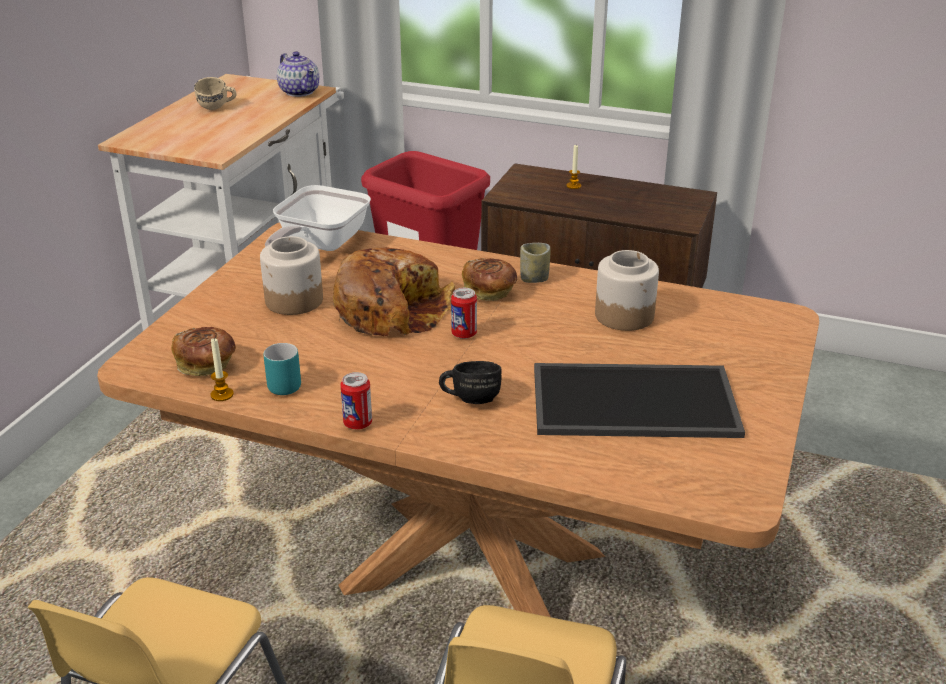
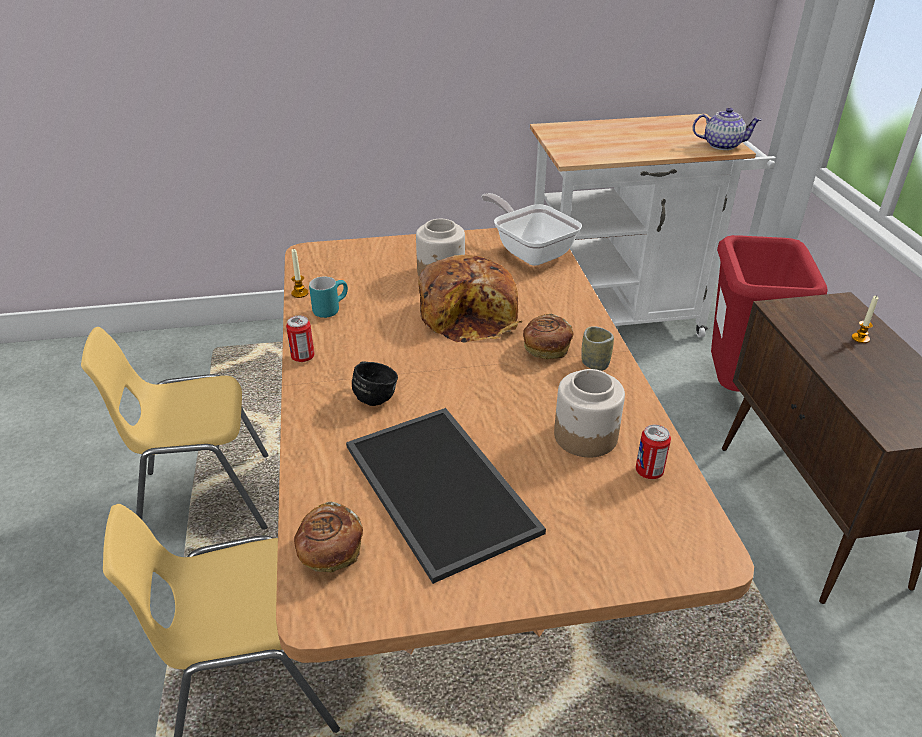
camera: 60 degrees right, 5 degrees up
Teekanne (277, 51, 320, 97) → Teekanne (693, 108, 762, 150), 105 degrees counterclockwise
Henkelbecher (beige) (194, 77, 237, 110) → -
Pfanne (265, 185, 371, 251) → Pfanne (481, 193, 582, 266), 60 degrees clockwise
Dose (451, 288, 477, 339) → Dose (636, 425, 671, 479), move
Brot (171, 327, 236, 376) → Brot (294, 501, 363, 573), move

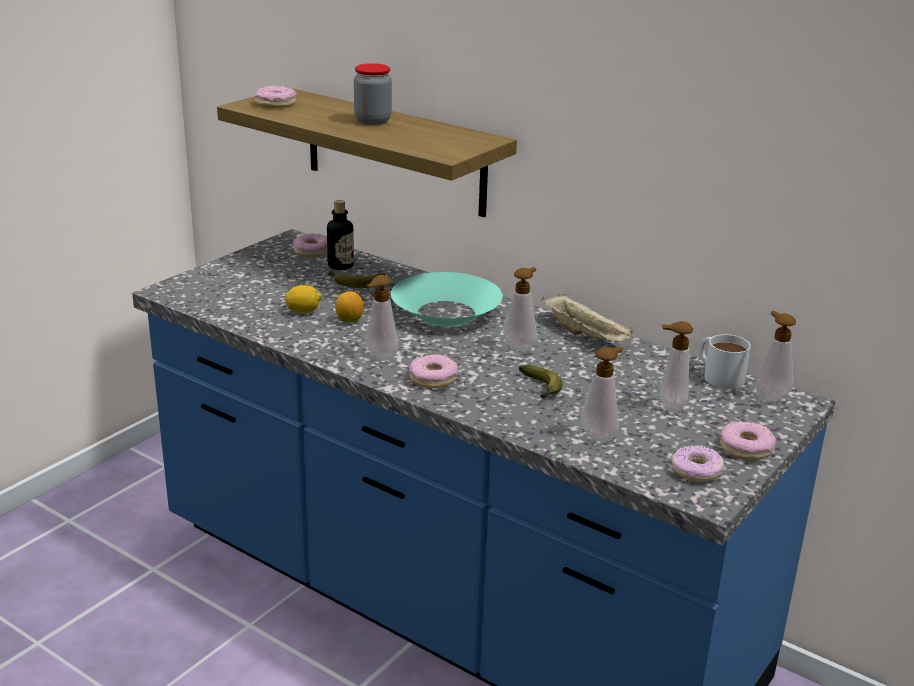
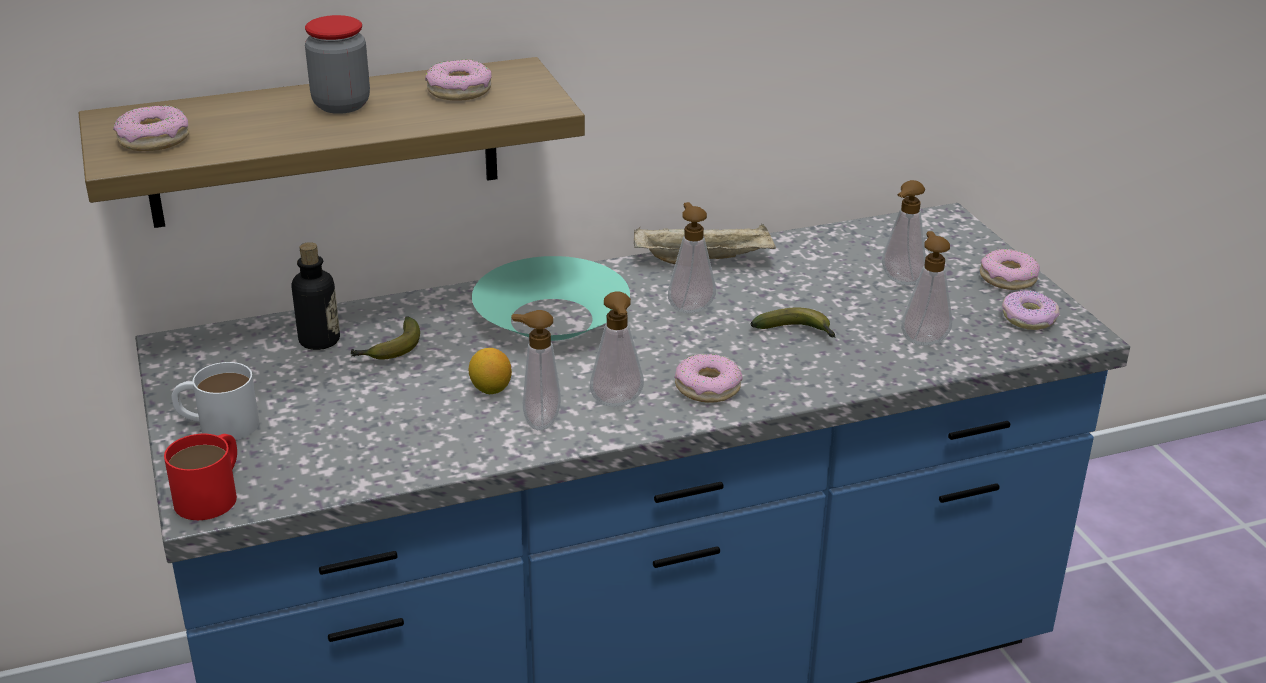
camera: 55 degrees left, 5 degrees up
Donut (293, 233, 327, 258) → Donut (425, 59, 491, 101), move
Zitrone (285, 285, 322, 313) → -
Seifenspender (755, 311, 796, 402) → Seifenspender (511, 310, 561, 430), move
Henkelbecher (weiß) (699, 334, 751, 389) → Henkelbecher (weiß) (171, 362, 259, 440), move
- → Henkelbecher (rot) (164, 434, 237, 520)

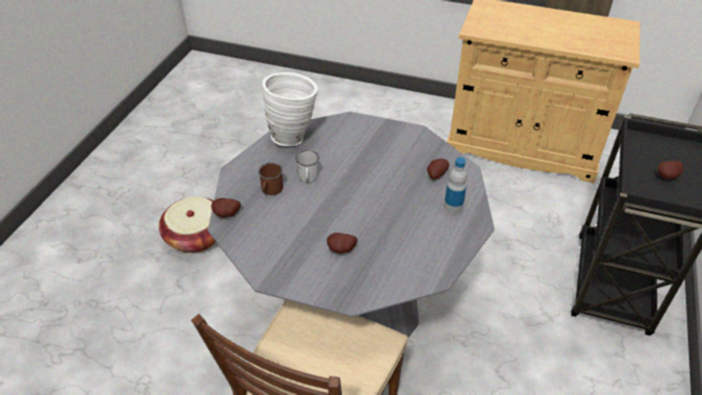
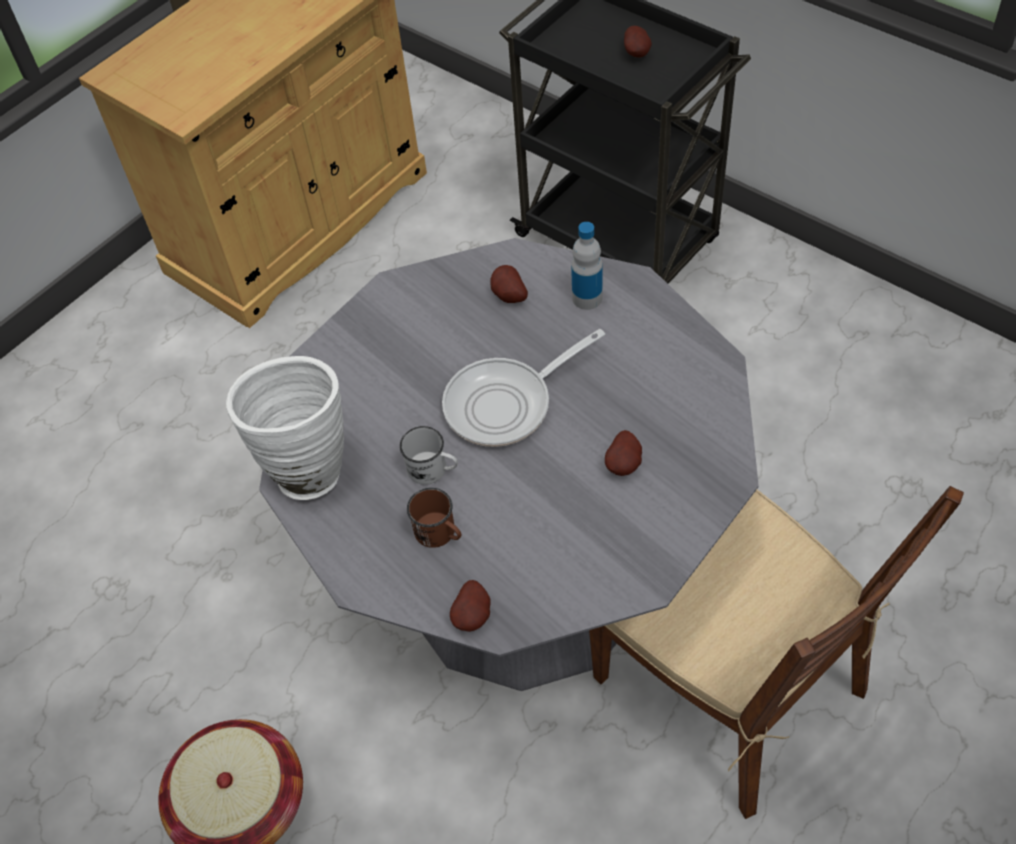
camera: 65 degrees left, 10 degrees up
- → Pfanne (442, 329, 605, 447)

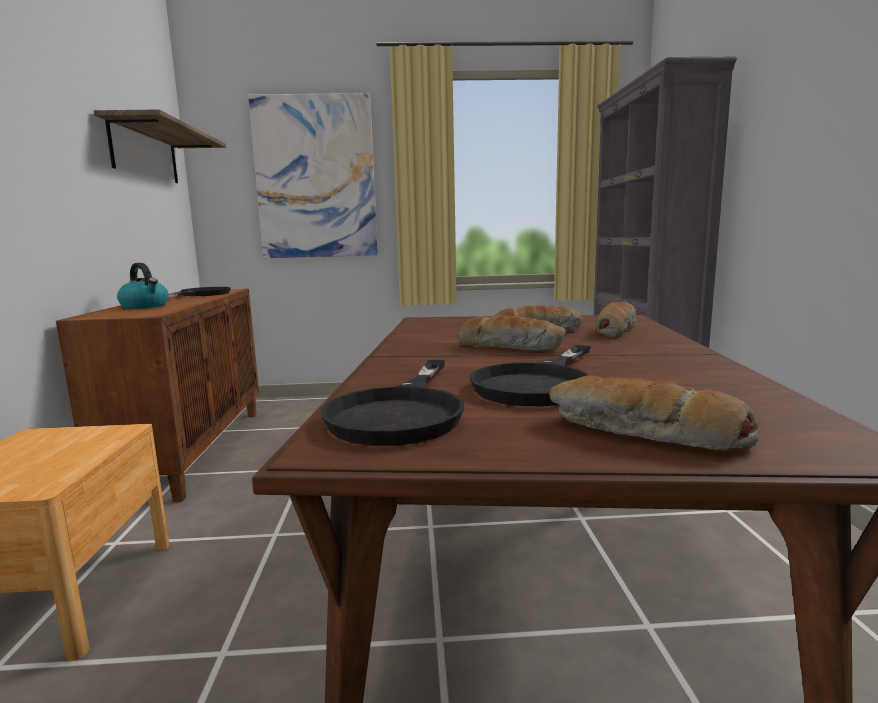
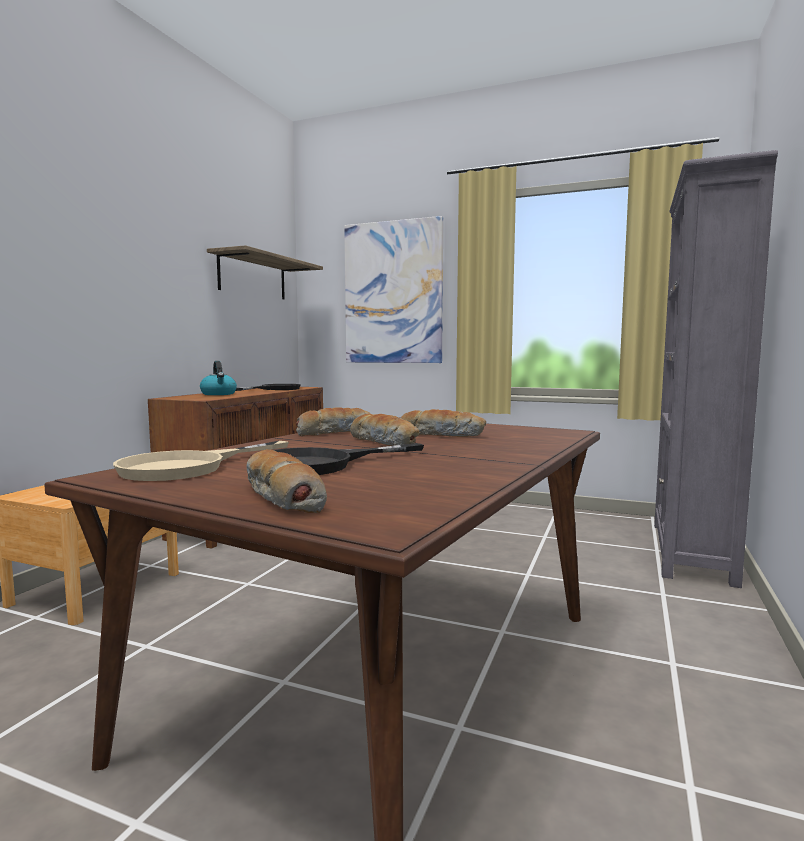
camera: 25 degrees right, 5 degrees down
Brot (596, 302, 637, 338) → Brot (296, 407, 371, 436), move
Pfanne (schwarz) (320, 360, 464, 446) → Pfanne (beige) (113, 441, 289, 481)

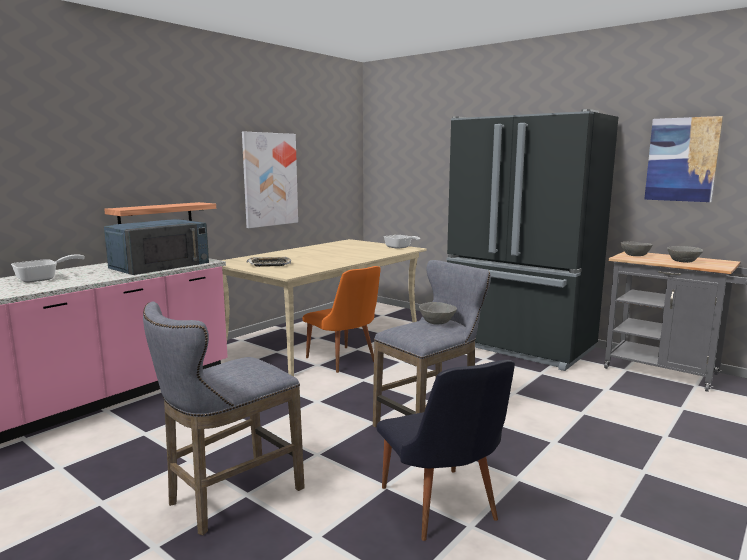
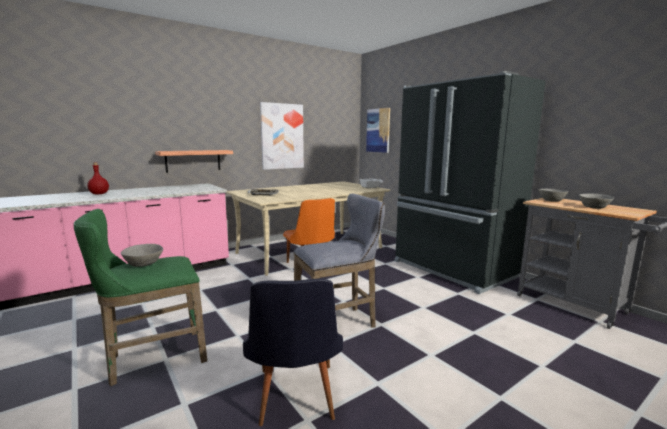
camera: 15 degrees right, 0 degrees up
Bild (644, 116, 723, 202) → Bild (366, 108, 390, 153), move
Mikrowelle (blau) (104, 219, 209, 275) → -
Pfanne (11, 254, 85, 283) → Flasche (rot) (87, 163, 109, 194)
Hocker (grau) (143, 302, 305, 535) → Hocker (grün) (73, 209, 207, 386)
Schüssel (grau) (419, 302, 457, 324) → Schüssel (grau) (121, 244, 163, 267), move

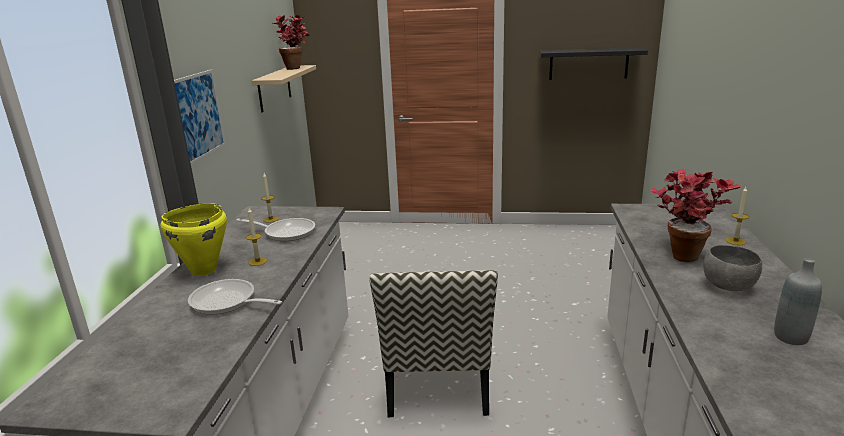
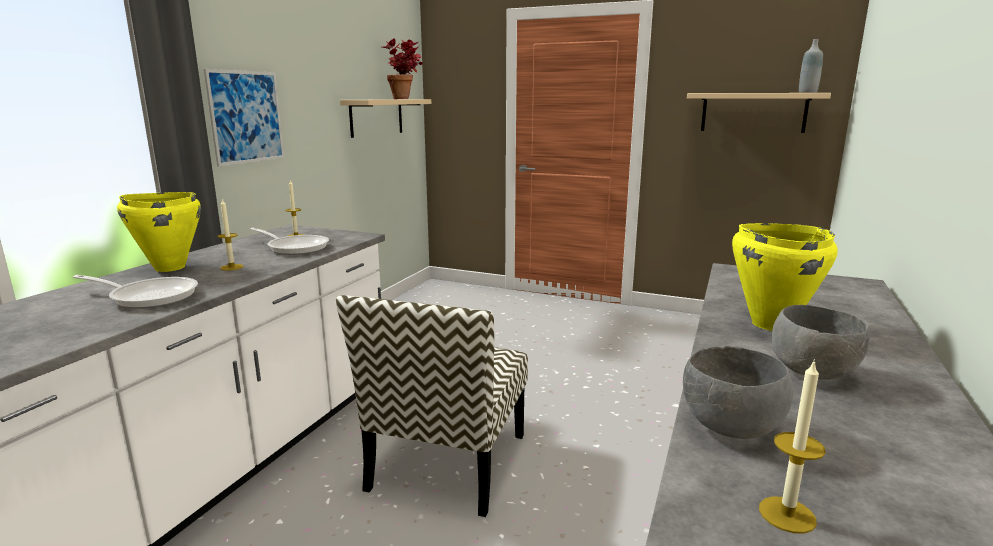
camera: 15 degrees right, 5 degrees down
Wandregal (schwarz) (539, 48, 648, 80) → Wandregal (beige) (687, 93, 831, 133)
Topfpflanze (650, 169, 741, 262) → Kochtopf (gelb) (732, 223, 838, 331)
Kerze (726, 187, 749, 245) → Kerze (759, 359, 826, 534), move
Flasche (grau) (774, 258, 822, 345) → Flasche (grau) (799, 39, 823, 93), move
Pfanne (188, 279, 283, 315) → Pfanne (73, 275, 198, 309), 150 degrees clockwise
- → Schüssel (grau) (683, 346, 793, 438)

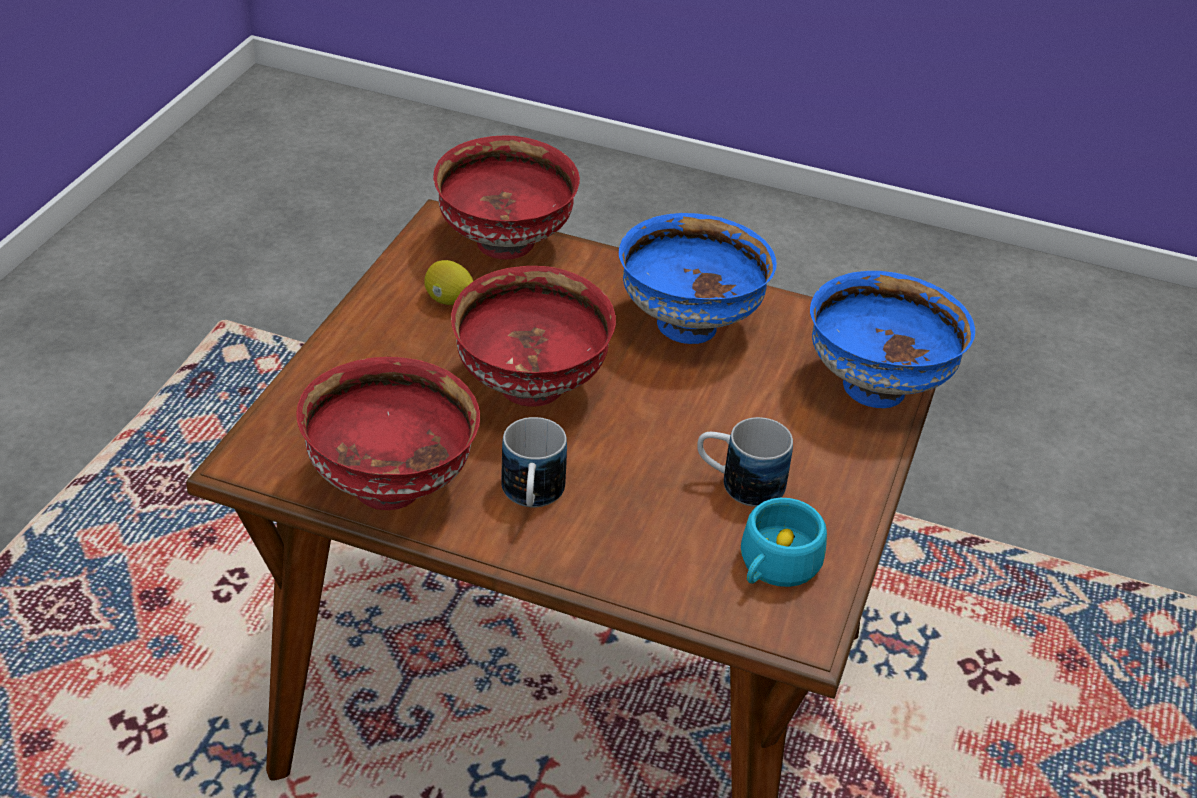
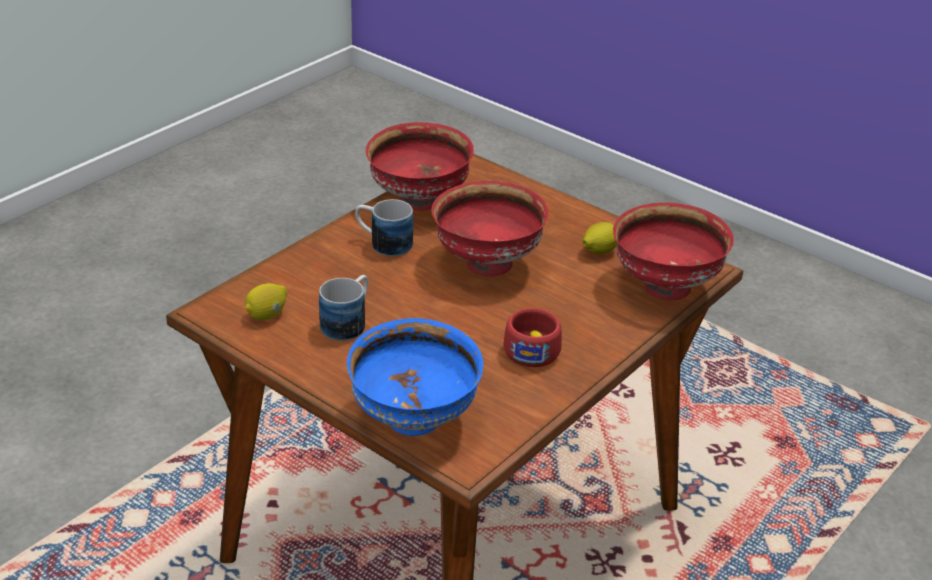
camera: 110 degrees right, 5 degrees down
Schüssel (blau) (619, 213, 777, 344) → Tasse (rot) (504, 308, 562, 367)
Tasse (türkis) (741, 498, 827, 587) → Zitrone (245, 283, 287, 320)

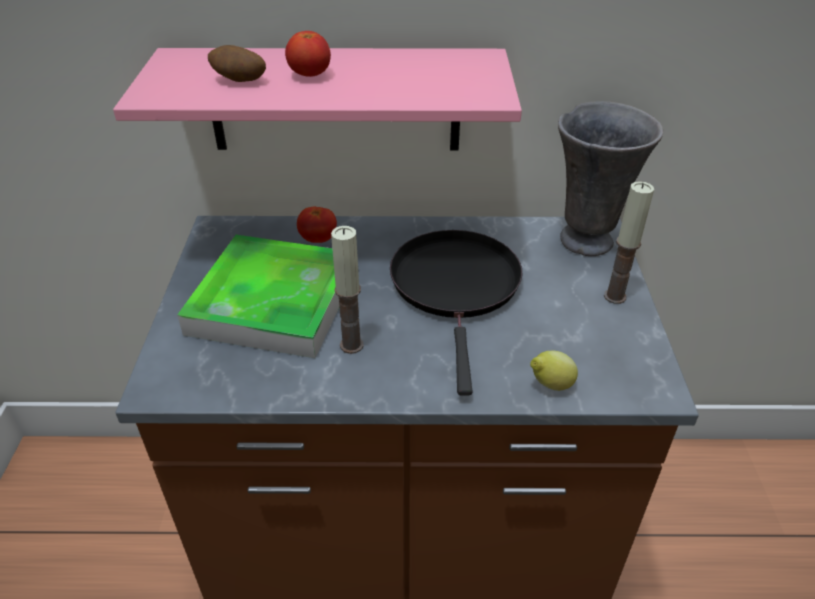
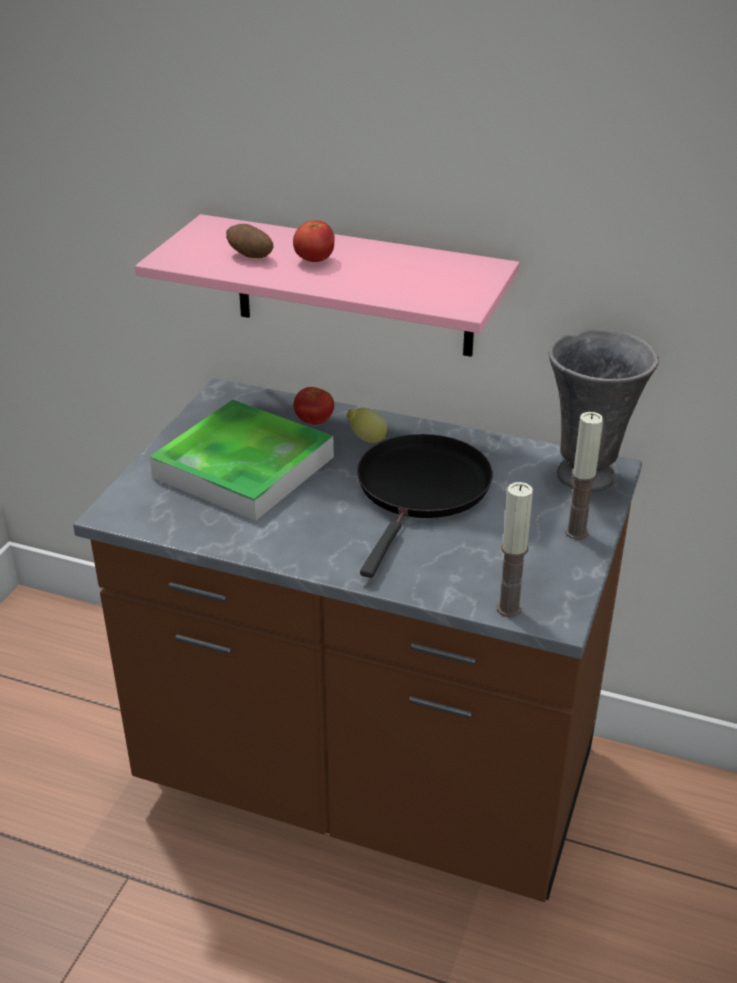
camera: 20 degrees right, 5 degrees down
Kerze (331, 226, 364, 354) → Kerze (497, 482, 533, 617), move
Zitrone (530, 351, 578, 391) → Zitrone (347, 408, 387, 443), move

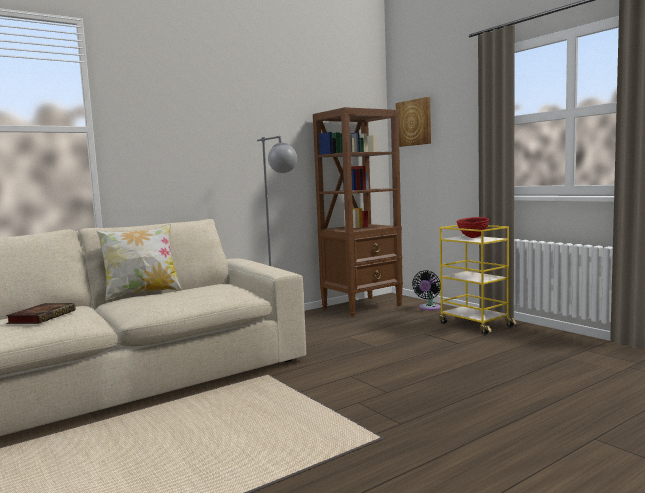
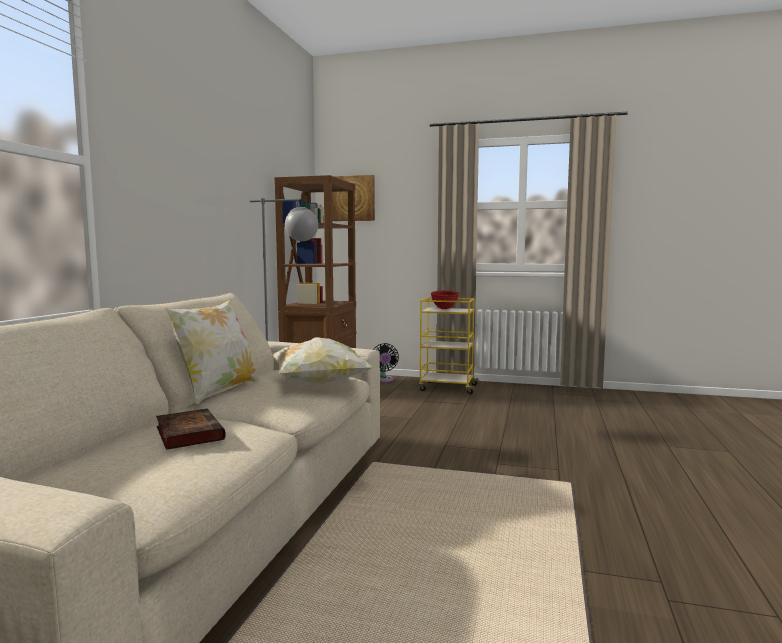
camera: 40 degrees left, 0 degrees up
- → Kissen (270, 337, 374, 384)

